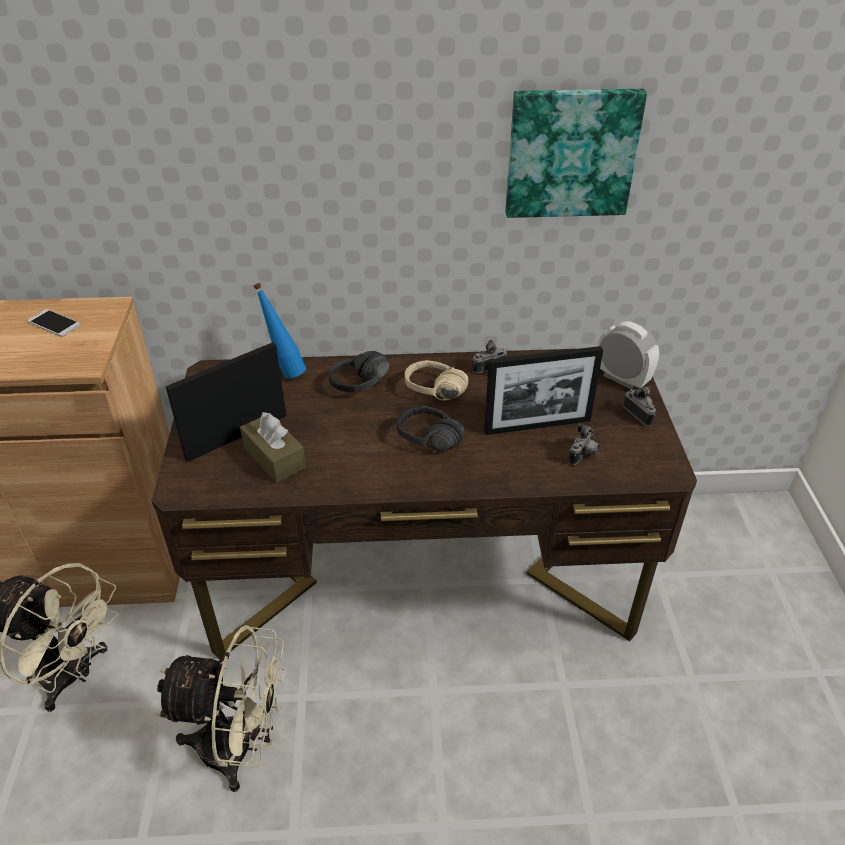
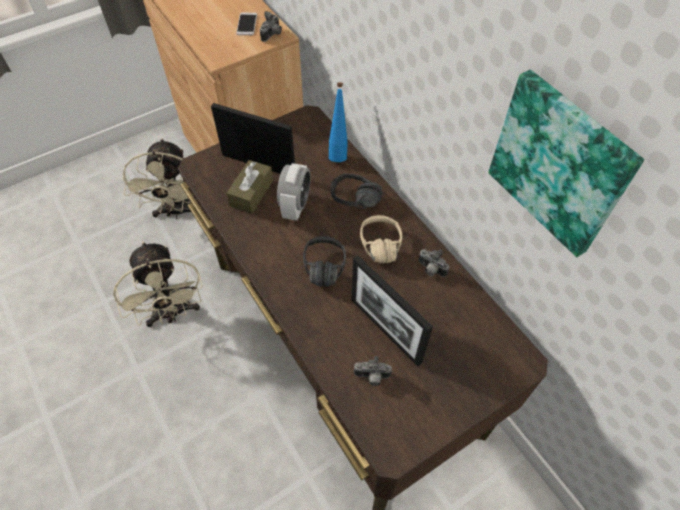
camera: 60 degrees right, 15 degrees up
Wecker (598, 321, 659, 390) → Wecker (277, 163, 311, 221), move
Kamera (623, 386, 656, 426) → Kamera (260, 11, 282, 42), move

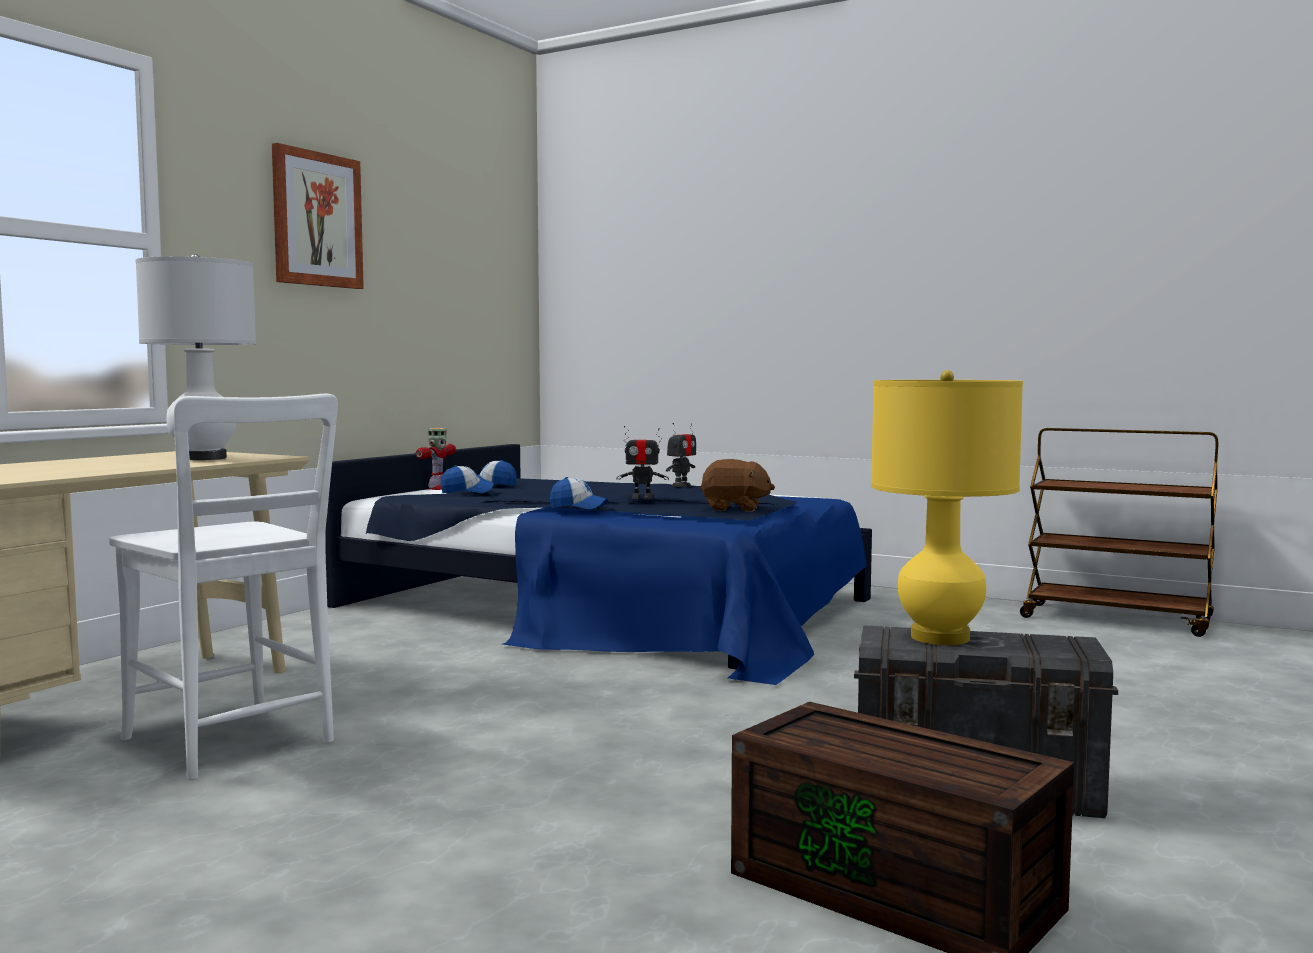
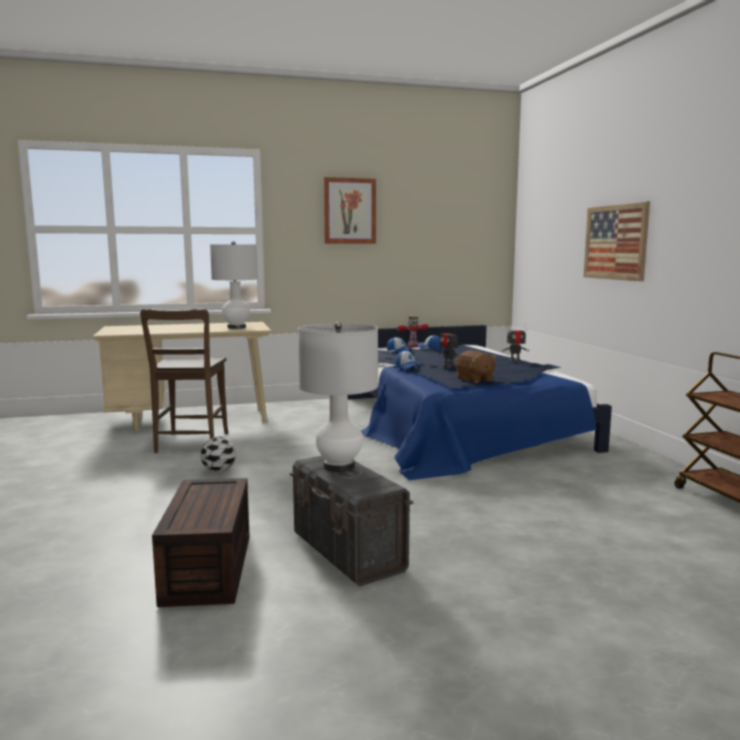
camera: 45 degrees right, 5 degrees up
Tischlampe (gelb) (871, 370, 1023, 645) → Tischlampe (weiß) (298, 322, 378, 472)
Stuhl (weiß) (109, 394, 338, 780) → Stuhl (braun) (140, 309, 229, 453)
- → Bild (583, 201, 650, 281)
- → Fußball (200, 437, 236, 472)

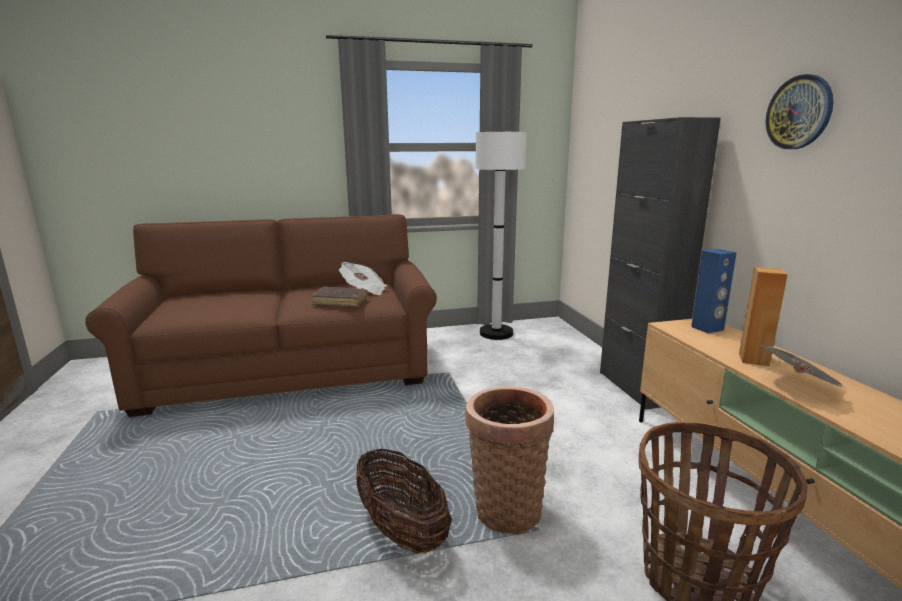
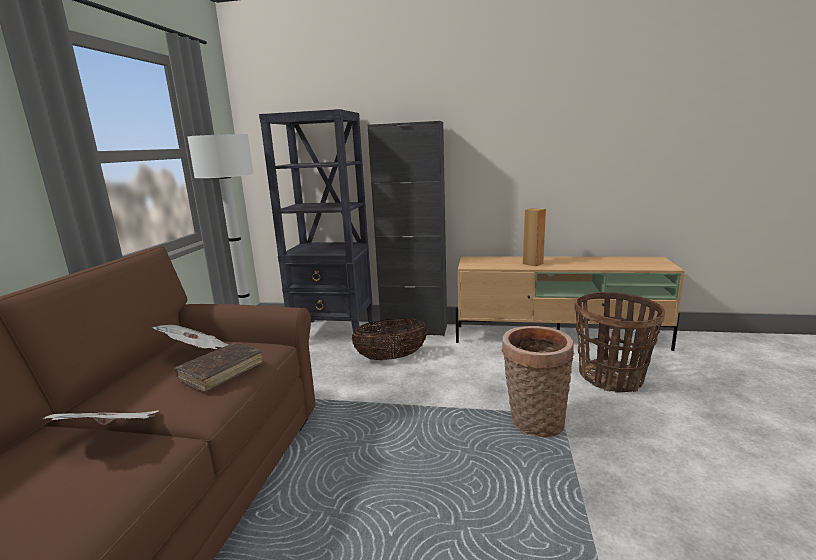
camera: 65 degrees left, 0 degrees up
Wanduhr (766, 74, 833, 149) → -
Lautsprecher (blau) (691, 249, 737, 333) → -
Zeitung (756, 344, 843, 387) → Zeitung (43, 410, 159, 425), move
Korb (356, 448, 452, 553) → Korb (352, 318, 428, 360), move
- → Bücherregal (schwarz) (259, 109, 373, 332)

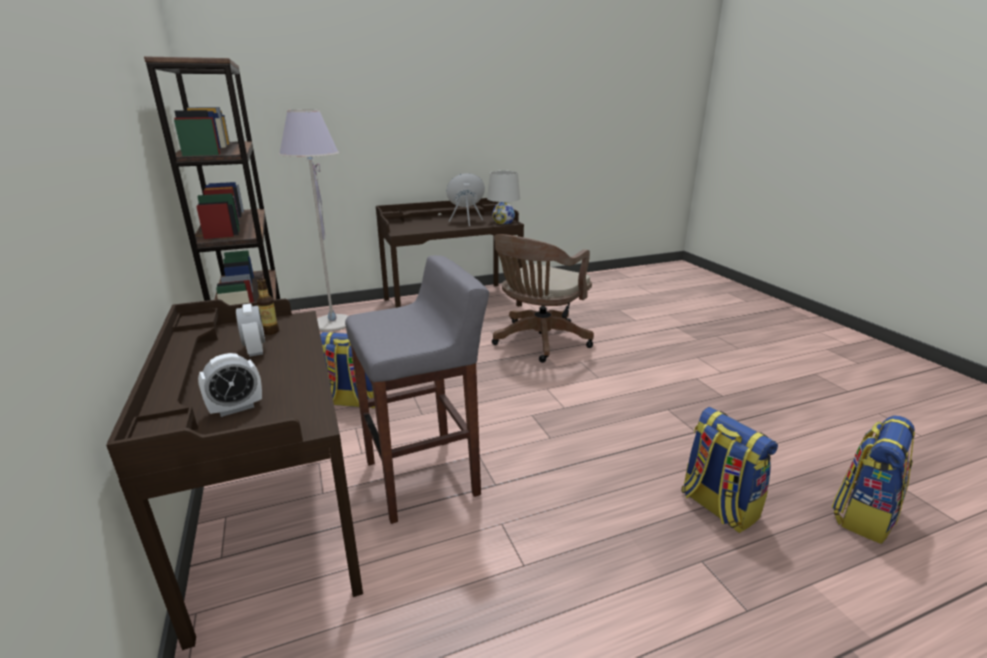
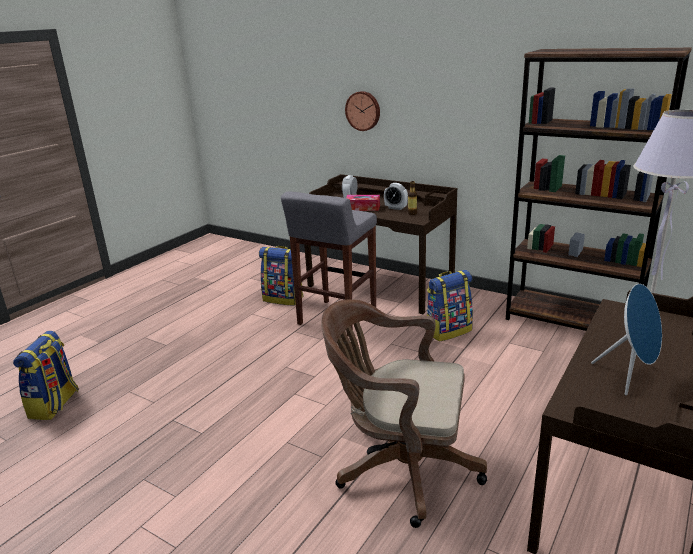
camera: 145 degrees right, 0 degrees up
Tischlampe (weiß) (487, 171, 520, 224) → -
Bürostuhl (braun) (492, 234, 594, 363) → Bürostuhl (braun) (321, 299, 487, 528), 75 degrees counterclockwise
Rucksack (681, 407, 778, 533) → Rucksack (259, 246, 304, 305), move
- → Wanduhr (345, 91, 380, 131)
- → Taschentuchbox (346, 195, 380, 211)

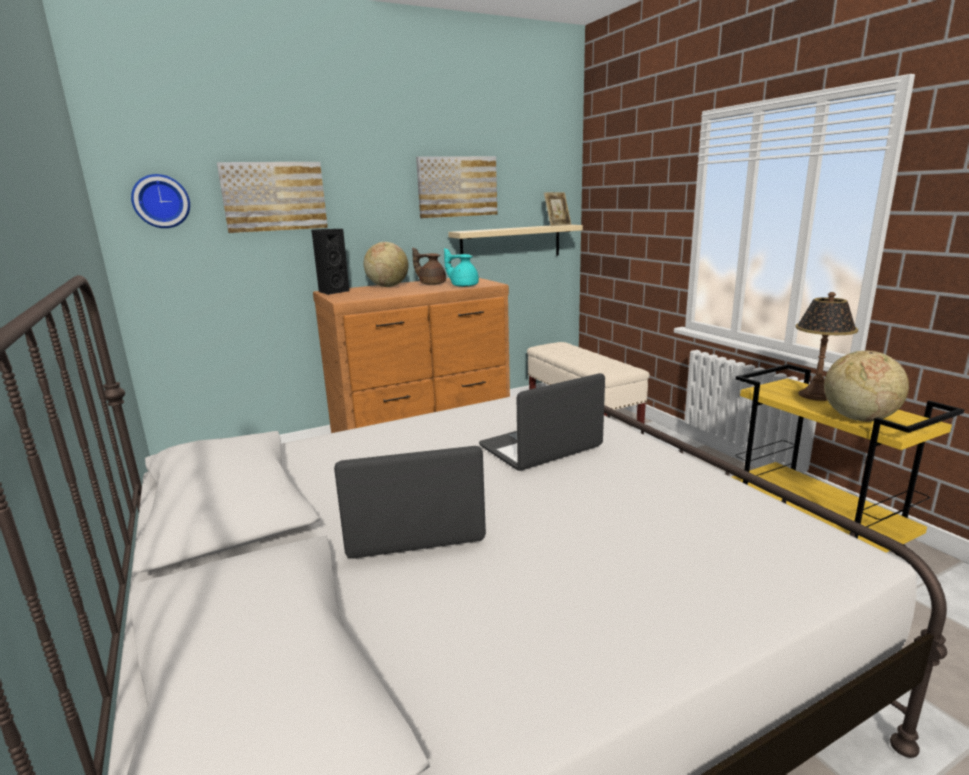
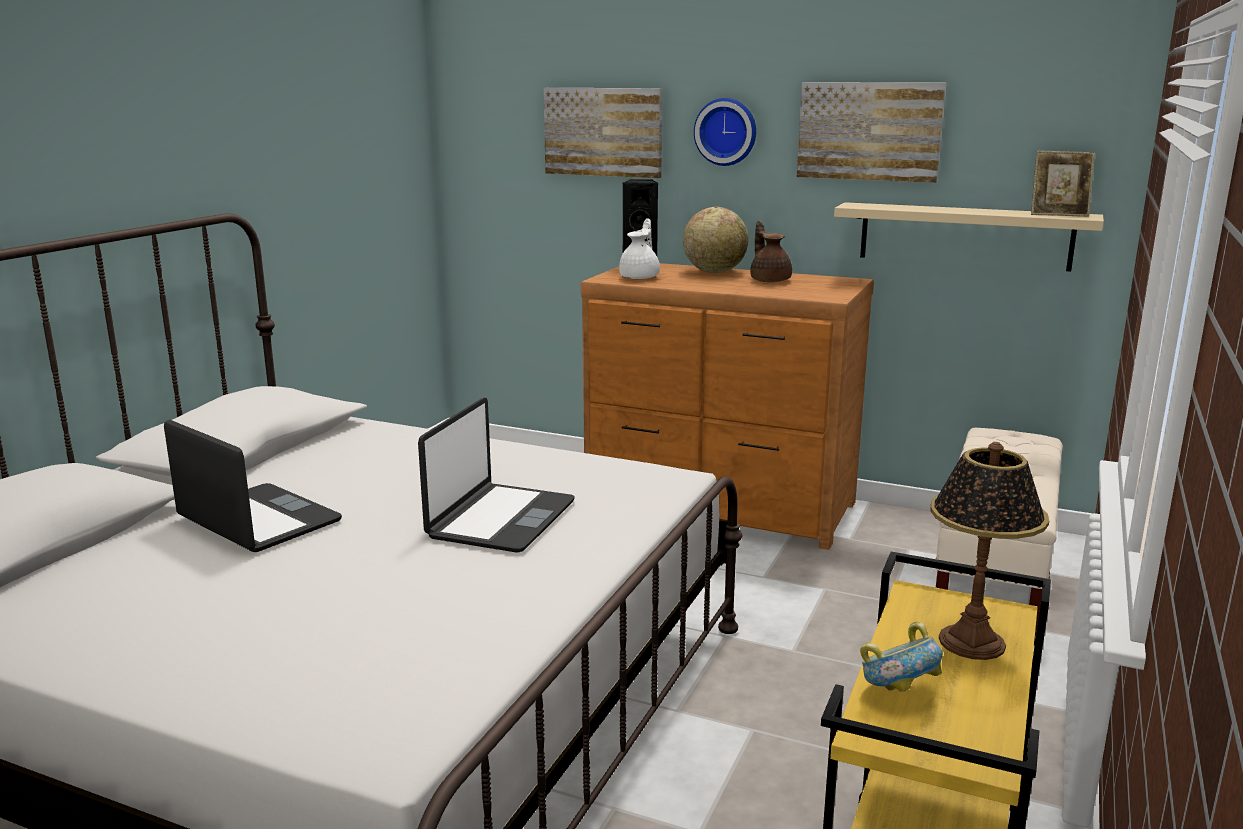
camera: 50 degrees right, 0 degrees up
Wanduhr (131, 174, 190, 228) → Wanduhr (694, 98, 756, 166), move
Teekanne (türkis) (444, 248, 479, 287) → -
Globus (824, 351, 909, 422) → Schüssel (860, 622, 943, 692)
Laptop (479, 373, 605, 471) → Laptop (418, 398, 574, 553), 90 degrees clockwise
- → Teekanne (weiß) (619, 218, 660, 279)

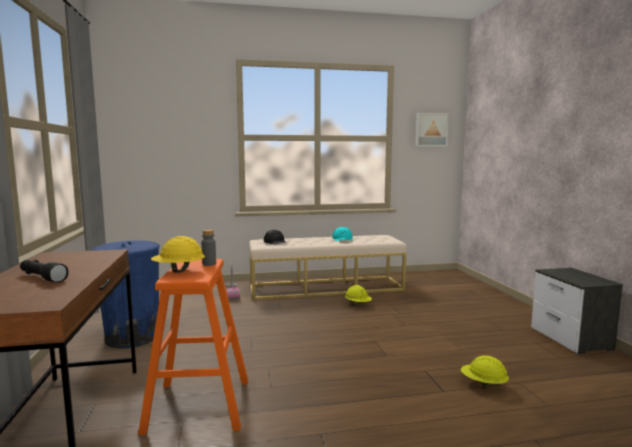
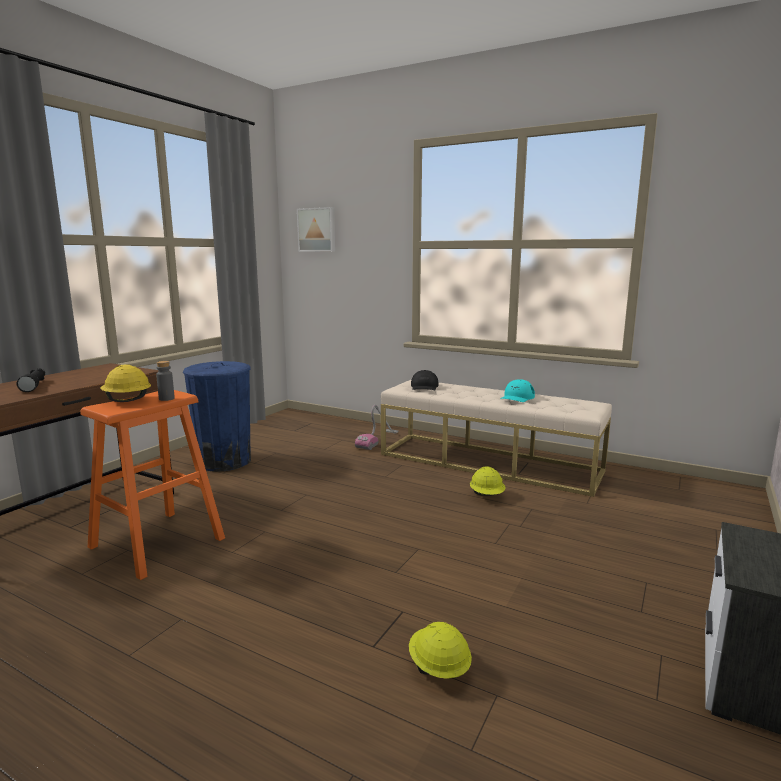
camera: 40 degrees right, 5 degrees up
Bild (415, 113, 449, 146) → Bild (297, 207, 335, 252), move

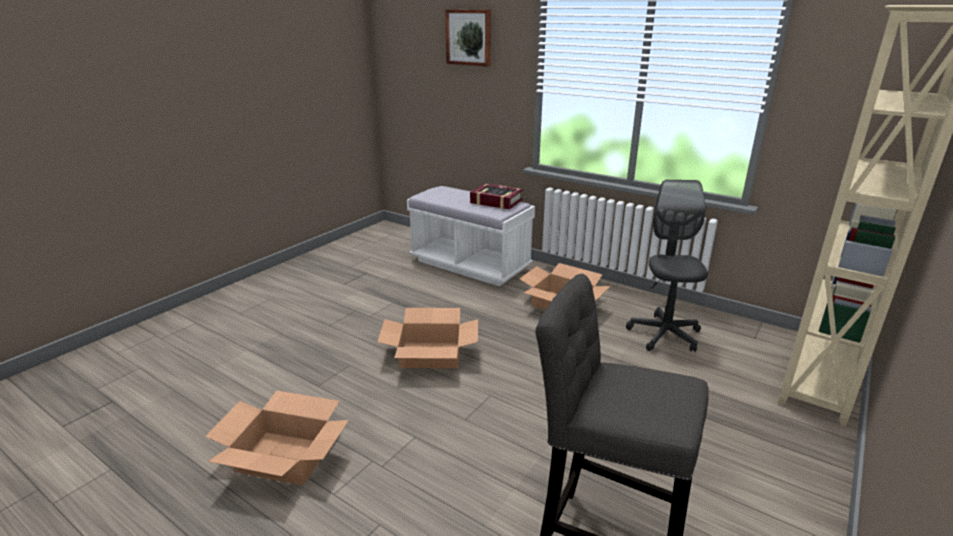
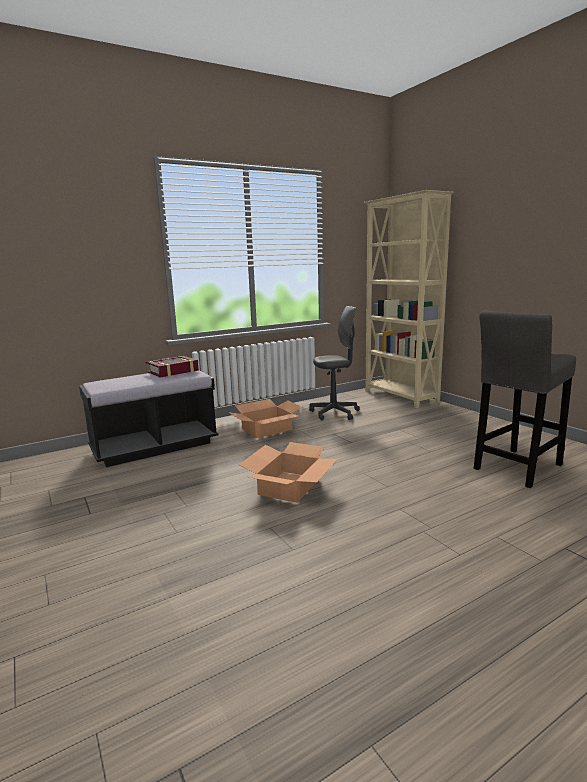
camera: 65 degrees left, 10 degrees down
Bild (445, 9, 491, 67) → -
Bürostuhl (grau) (626, 180, 708, 352) → Bürostuhl (grau) (309, 306, 360, 420), 135 degrees clockwise
Bank (weiß) (407, 186, 535, 286) → Bank (schwarz) (79, 370, 218, 467)
Karton (205, 391, 349, 486) → -

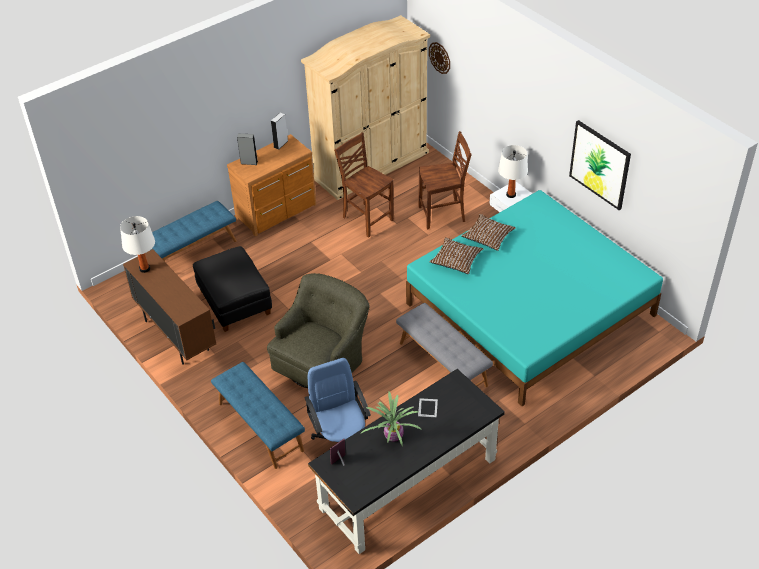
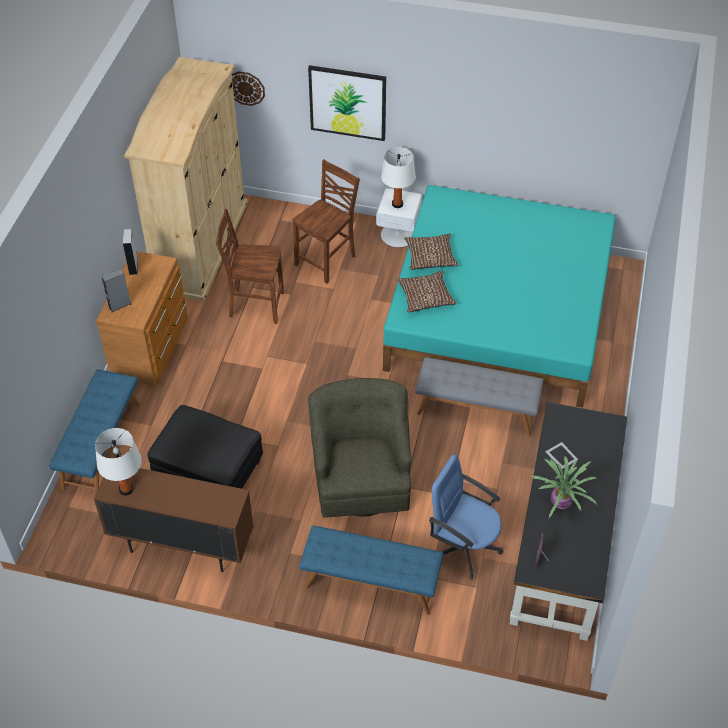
camera: 40 degrees left, 5 degrees up
Bild (569, 120, 631, 210) → Bild (308, 65, 386, 141), move

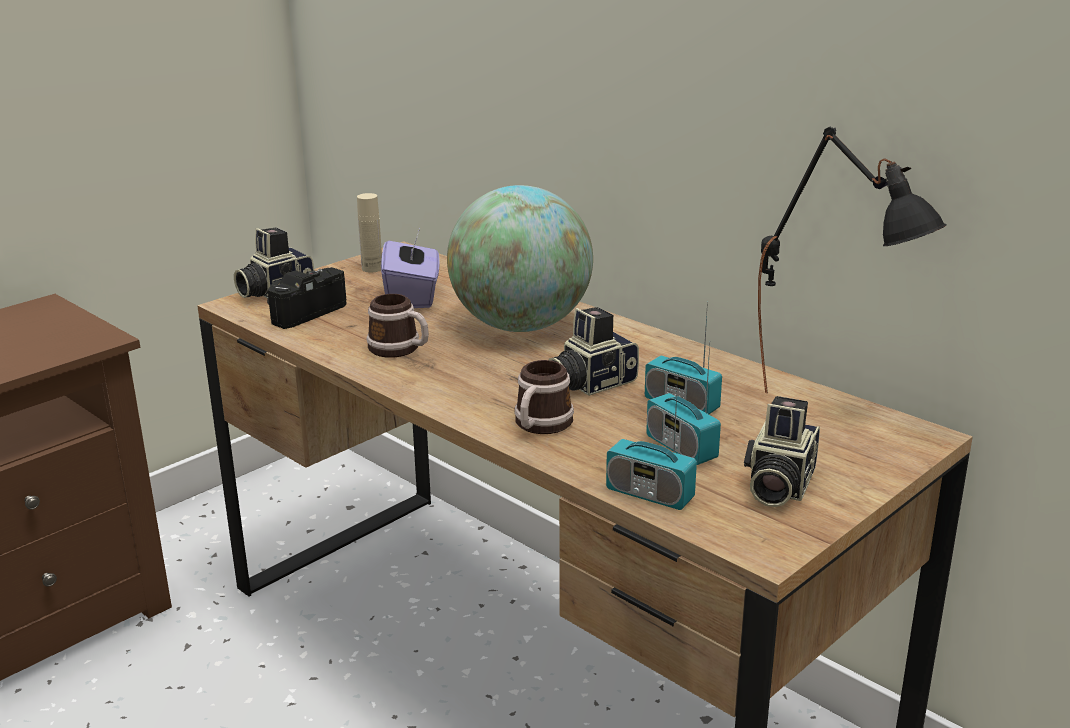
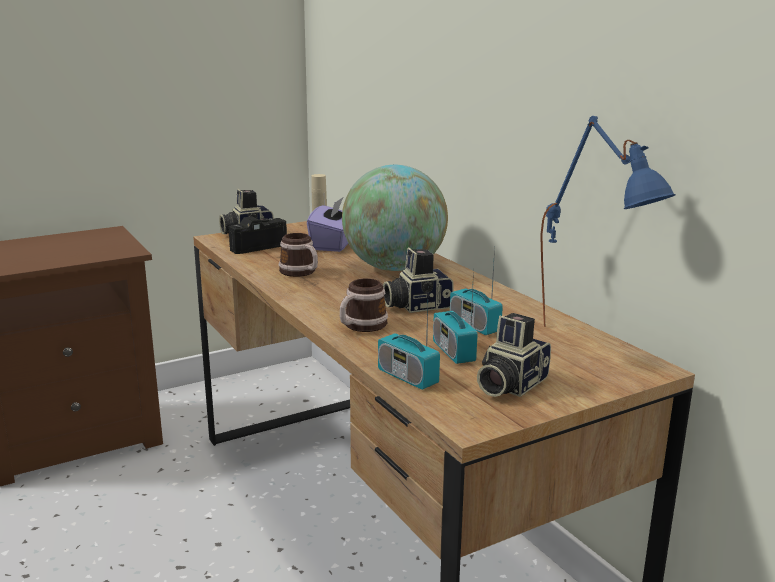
camera: 15 degrees right, 5 degrees down
Tischlampe (schwarz) (758, 127, 947, 394) → Tischlampe (blau) (540, 116, 676, 327)

